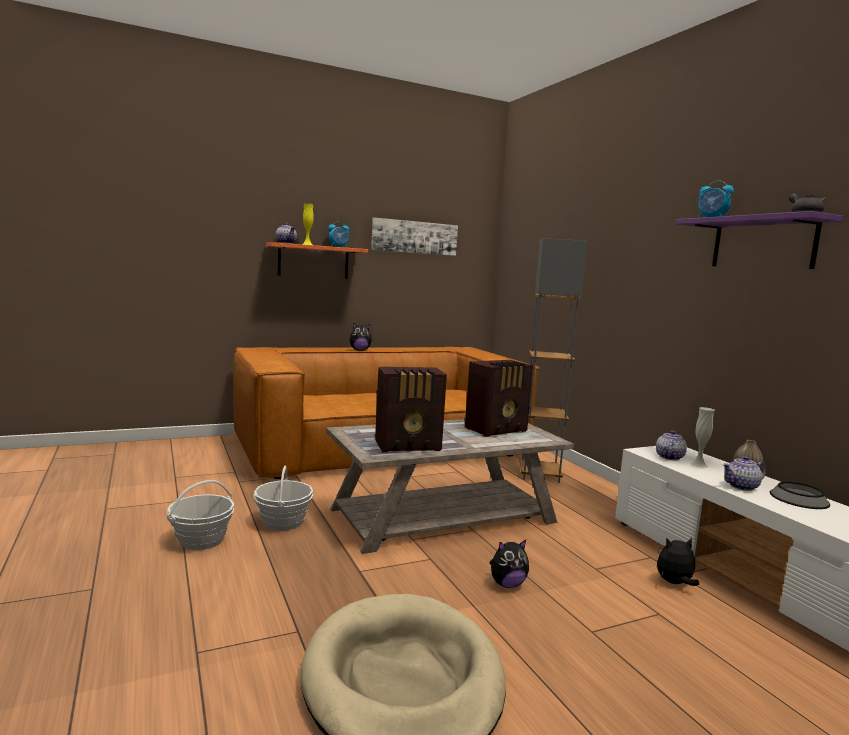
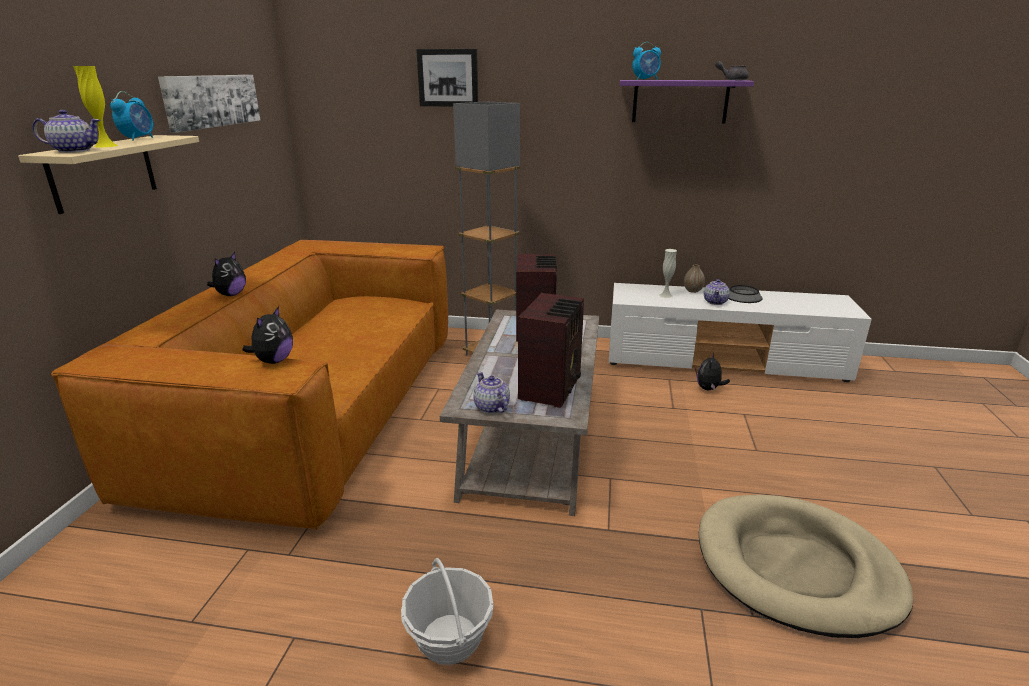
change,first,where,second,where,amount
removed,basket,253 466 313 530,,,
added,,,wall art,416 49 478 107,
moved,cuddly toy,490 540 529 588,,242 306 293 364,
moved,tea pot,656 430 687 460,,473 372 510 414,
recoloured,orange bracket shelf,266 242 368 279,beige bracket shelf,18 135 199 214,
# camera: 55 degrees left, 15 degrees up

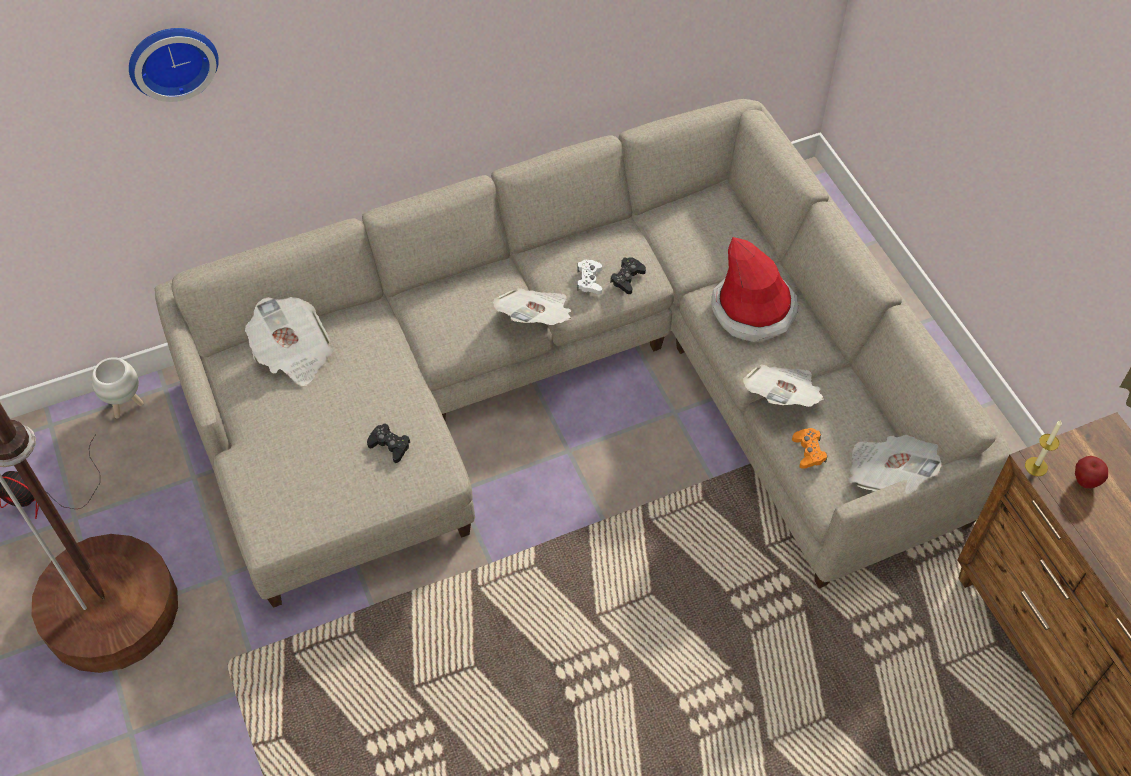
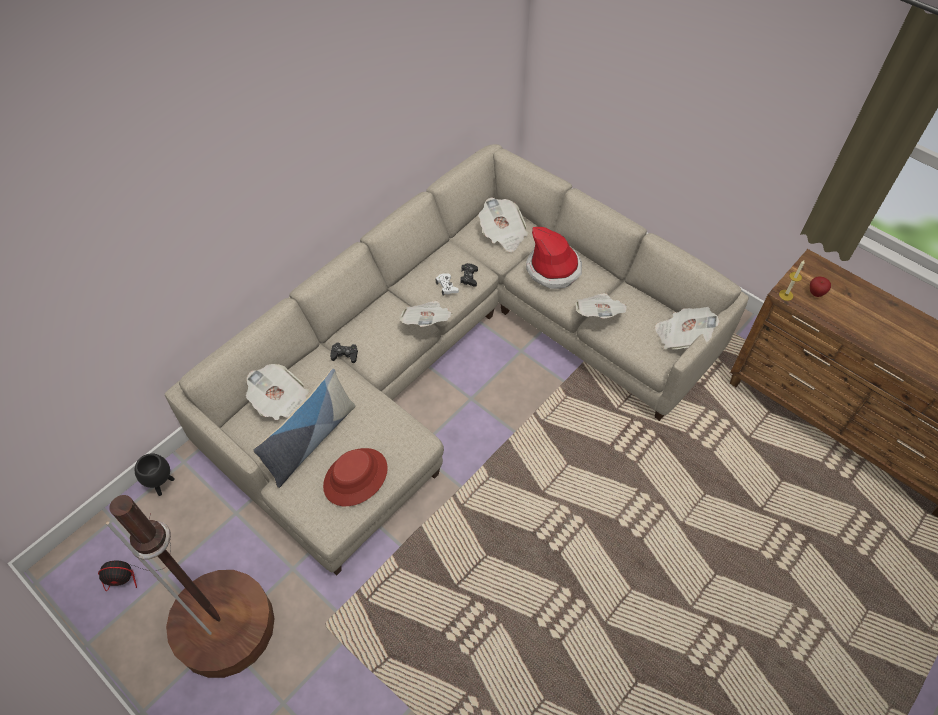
change,first,where,second,where,amount
removed,hanging clock,129 28 219 102,,,
removed,orange gamepad,792 428 828 469,,,
added,,,cushion,253 369 355 488,
added,,,red clothing hat,323 448 388 506,
added,,,printed paper,479 197 528 252,
moved,blackish gamepad,367 424 410 463,,330 342 358 363,
recoloured,whitish plant pot,92 357 144 419,blackish plant pot,135 453 175 496,
# camera: 25 degrees left, 0 degrees up

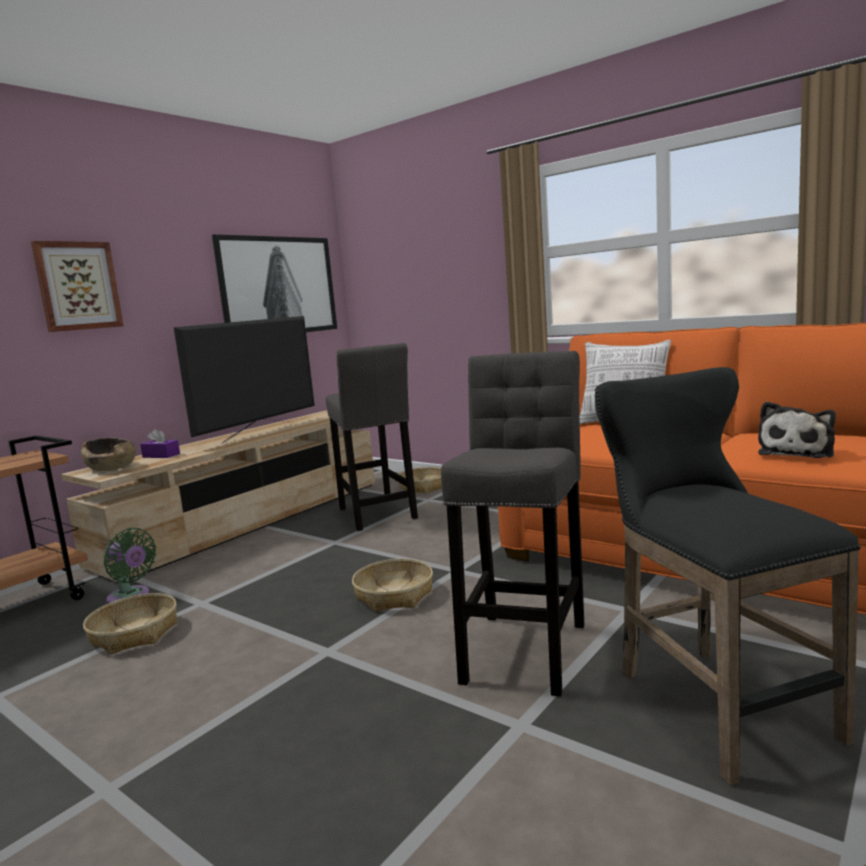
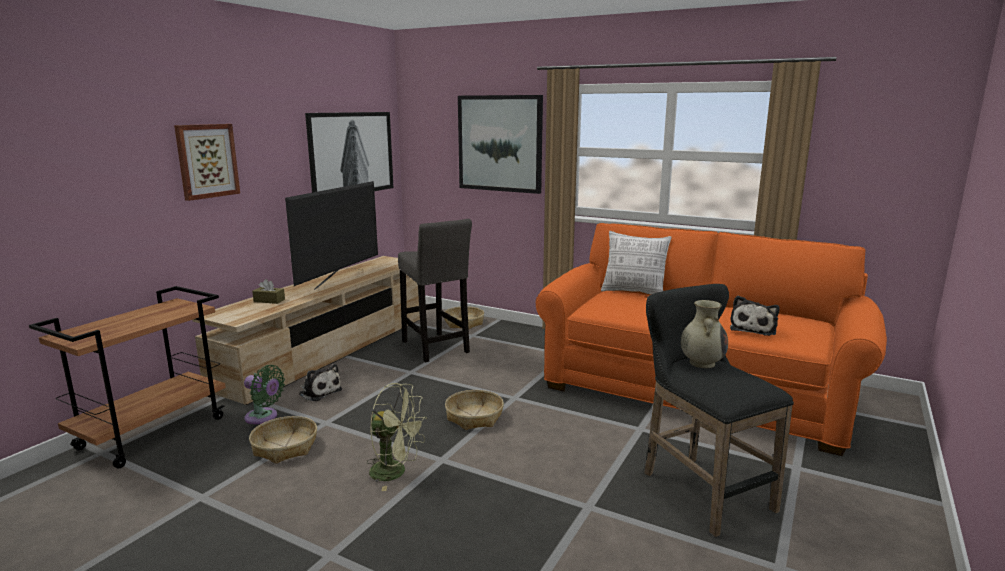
change,first,where,second,where,amount
removed,brown bowl,81 437 136 471,,,
removed,grey sitting stool,441 351 584 697,,,
added,,,cuddly toy,299 364 343 401,
added,,,green fan,367 383 427 491,
added,,,wall art,458 95 543 194,
added,,,beige flower vase,681 300 728 368,
recoloured,purplish tissue box,140 429 180 458,brown tissue box,252 279 285 304,
# camera: 10 degrees left, 5 degrees up

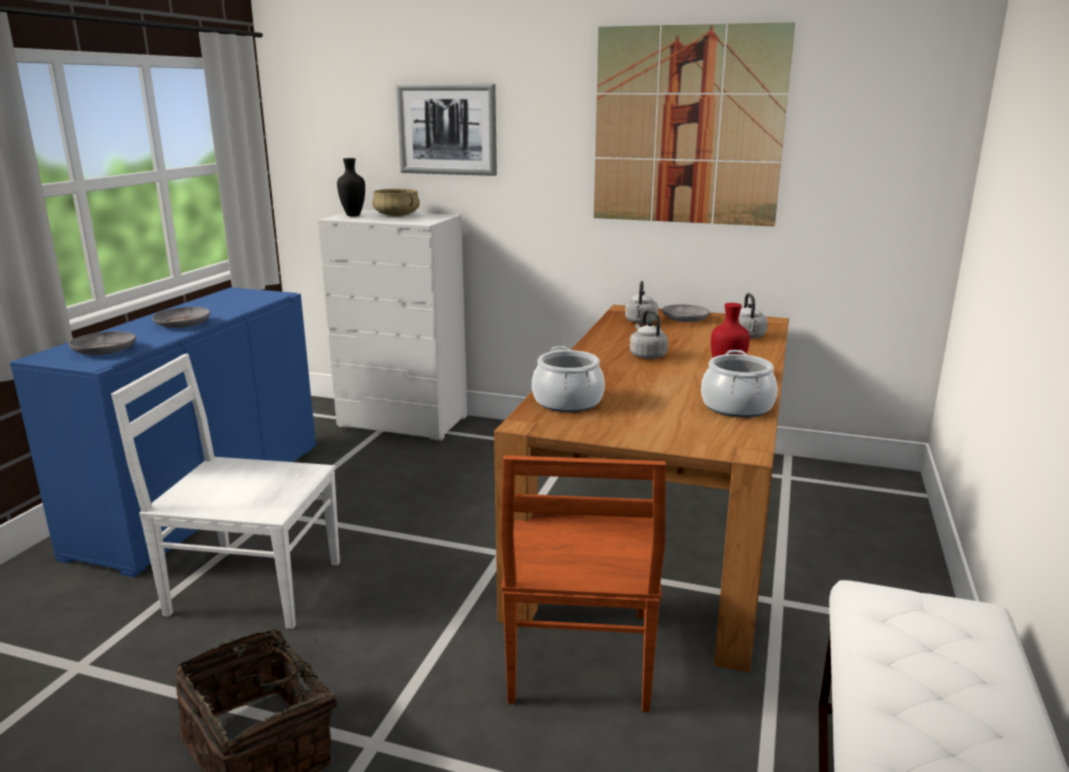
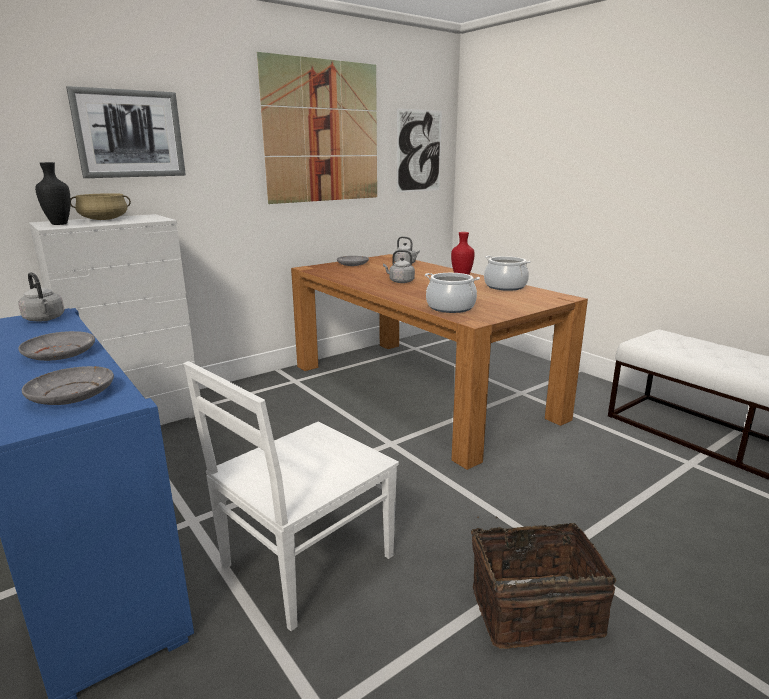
change,first,where,second,where,amount
removed,brown upright chair,500 455 666 712,,,
added,,,wall art,397 108 442 192,
moved,grey kettle,625 281 659 324,,18 272 65 322,
# camera: 55 degrees left, 0 degrees up

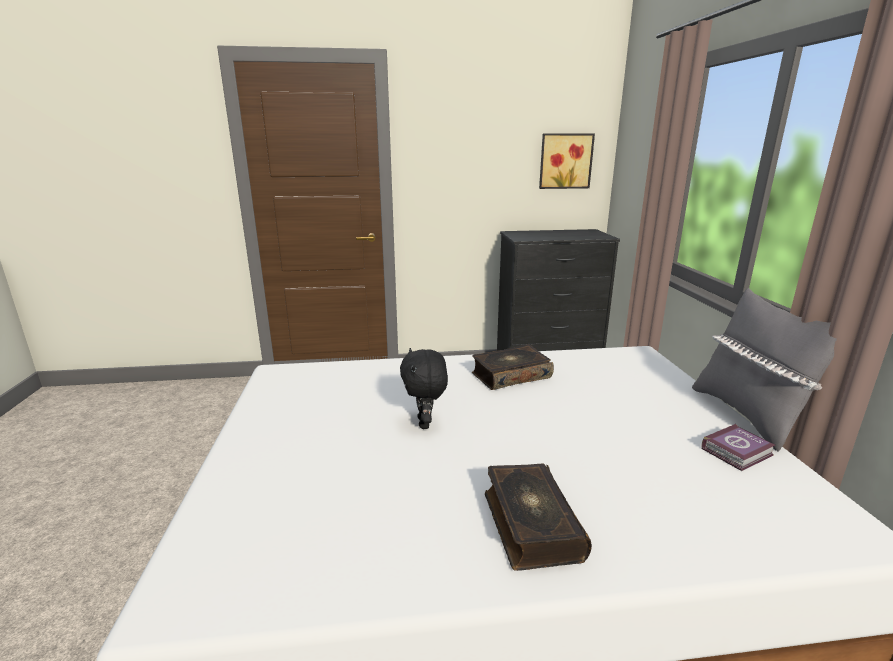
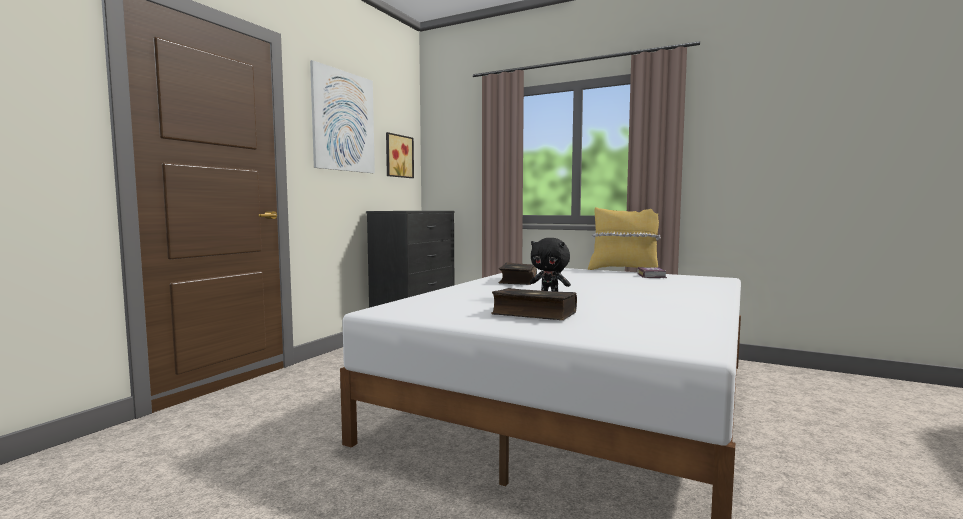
change,first,where,second,where,amount
added,,,wall art,310 60 375 173,
moved,book,485 463 592 571,,491 288 577 320,
recoloured,grey cushion,692 288 837 452,yellow-coloured cushion,588 207 660 270,
# camera: 55 degrees left, 15 degrees down

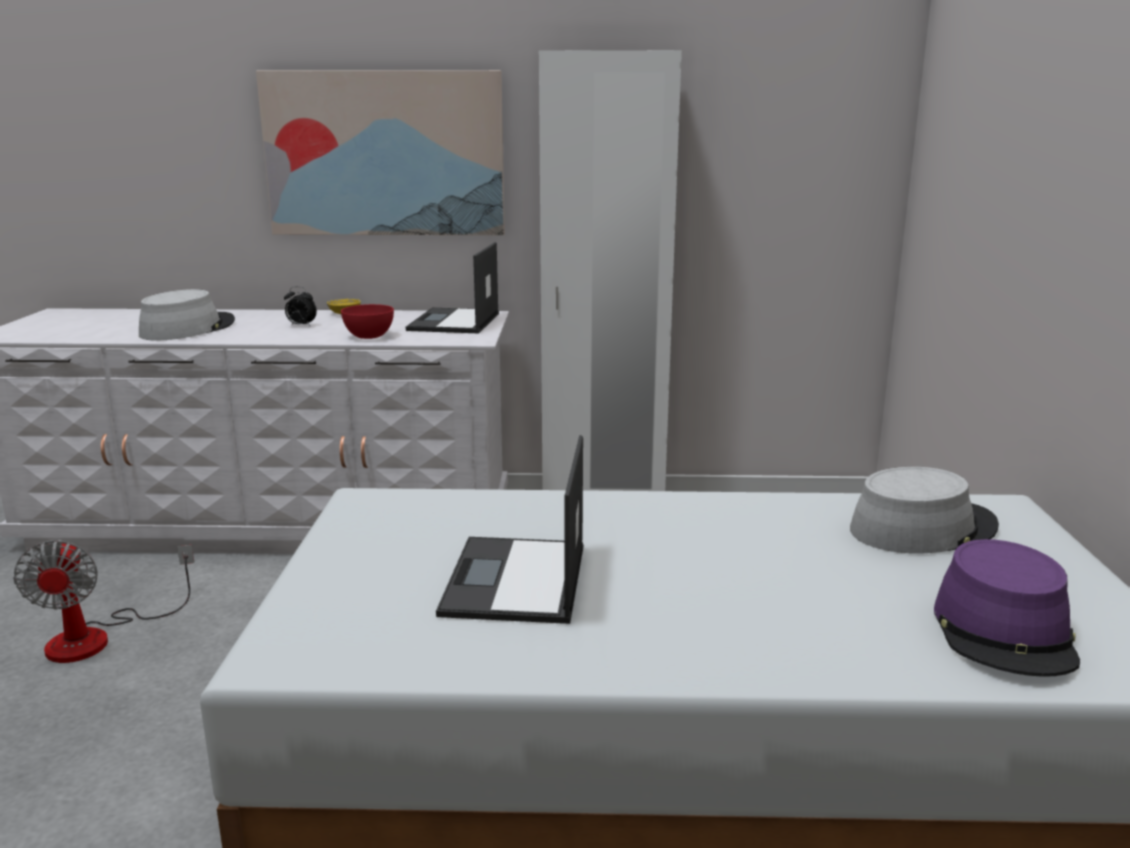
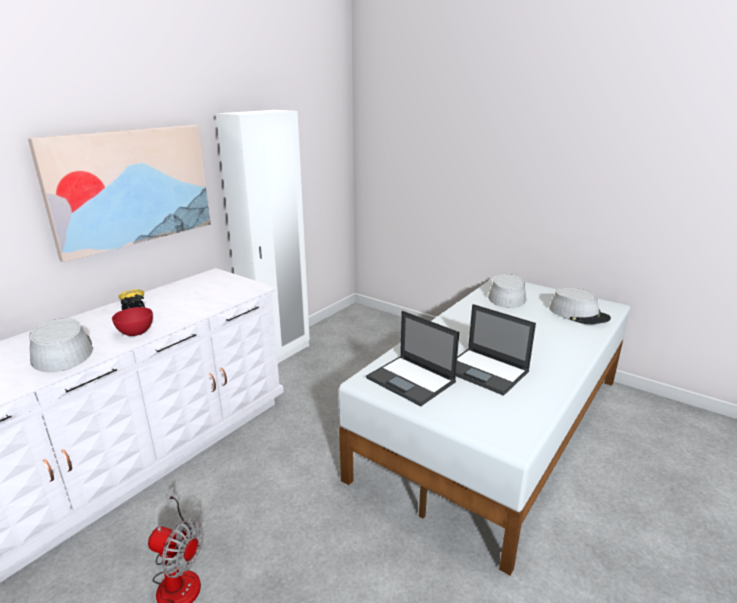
change,first,where,second,where,amount
moved,red bowl,341 304 394 339,,112 307 153 336,
moved,notebook computer,406 242 499 333,,366 311 459 406,
recoloured,purplish clothing hat,934 539 1080 677,grey clothing hat,549 288 611 324,
# camera: 55 degrees left, 5 degrees up

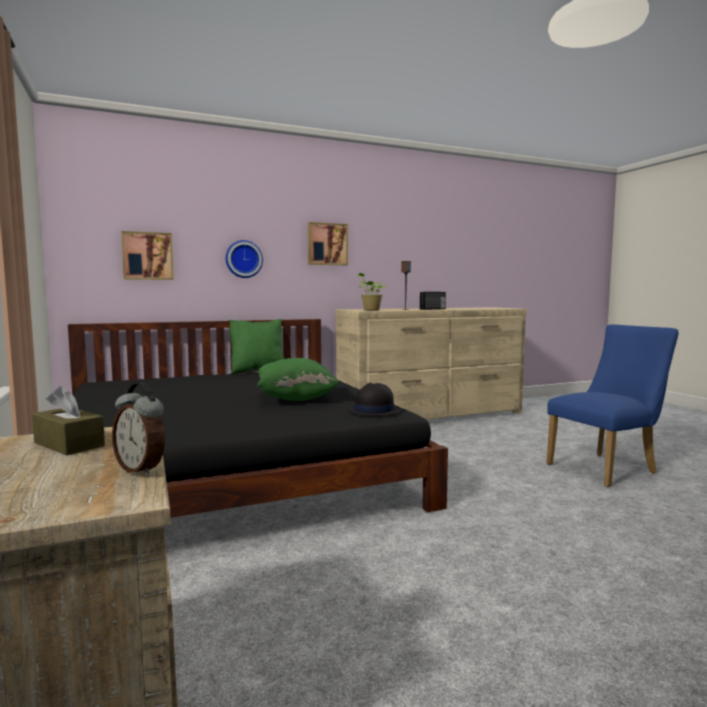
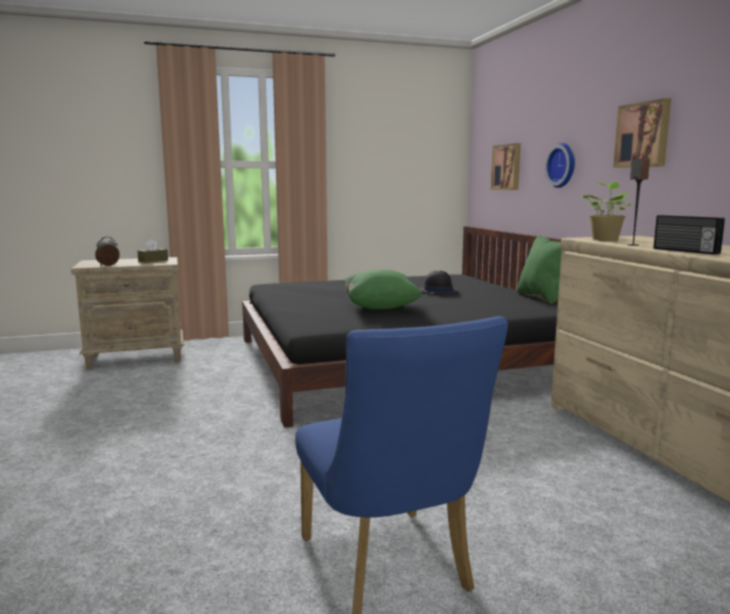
change,first,where,second,where,amount
moved,blackish clothing hat,346 383 402 416,,419 271 459 295,
# camera: 95 degrees right, 5 degrees up

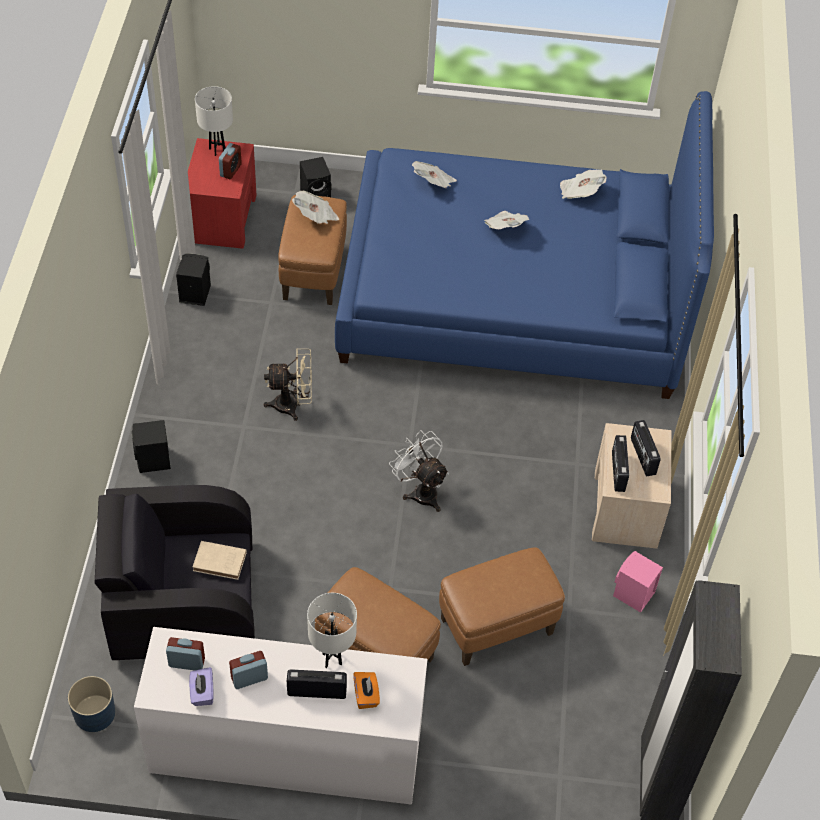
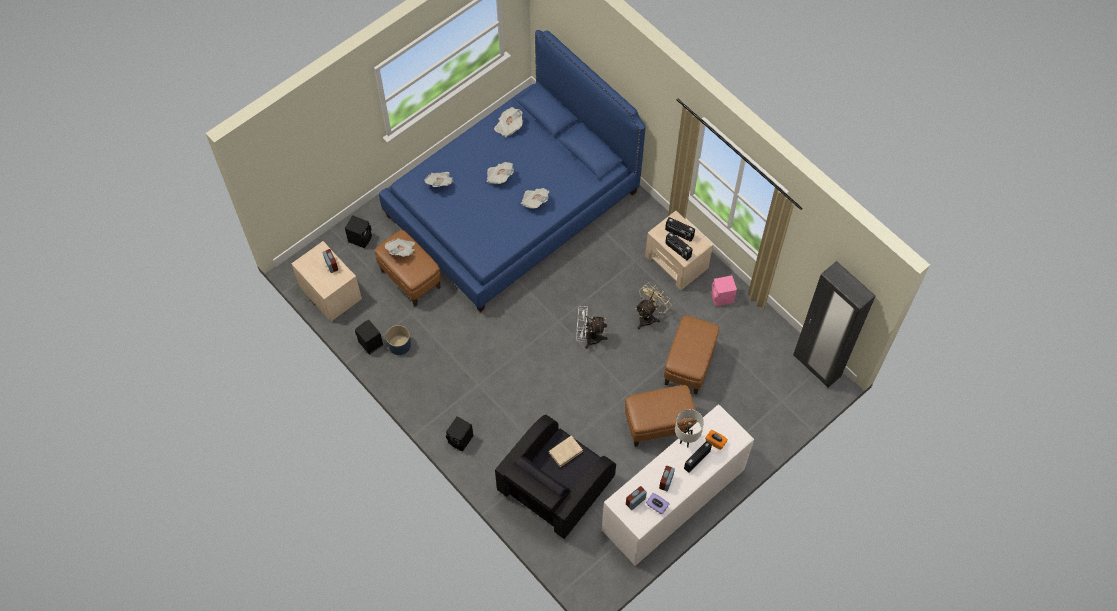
change,first,where,second,where,amount
removed,whitish table lamp,195 86 233 156,,,
added,,,printed paper,521 188 549 209,
moved,blue-coloured plant pot,68 676 115 732,,386 325 411 355,
moved,beige fan,264 348 312 421,,636 283 672 329,
recoloured,red bedside table,188 138 256 249,beige bedside table,291 241 362 321,
# camera: 45 degrees left, 10 degrees up

